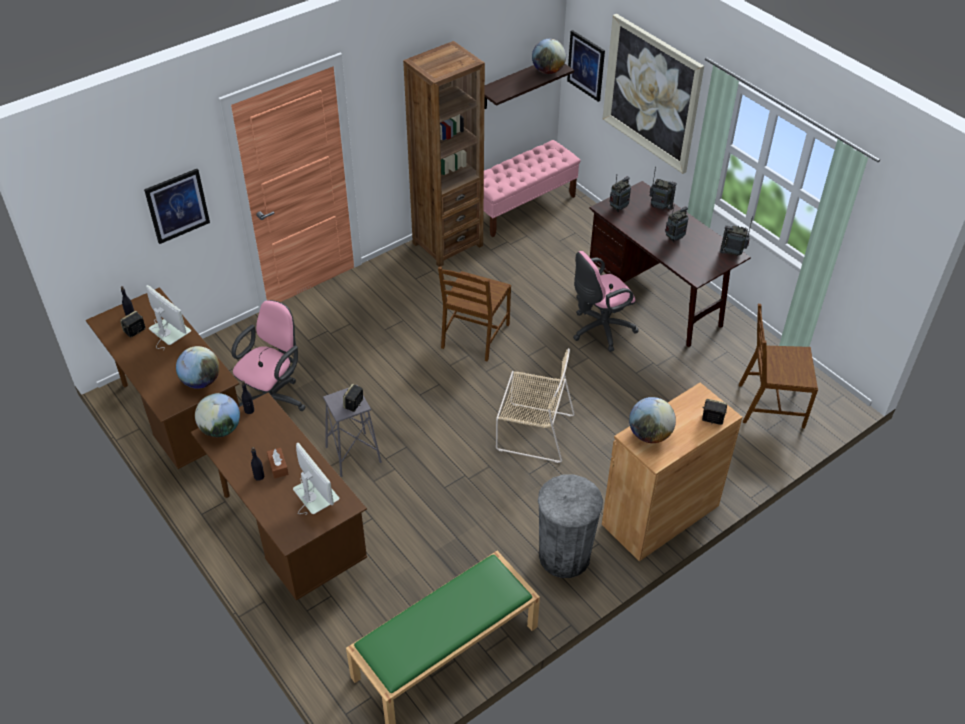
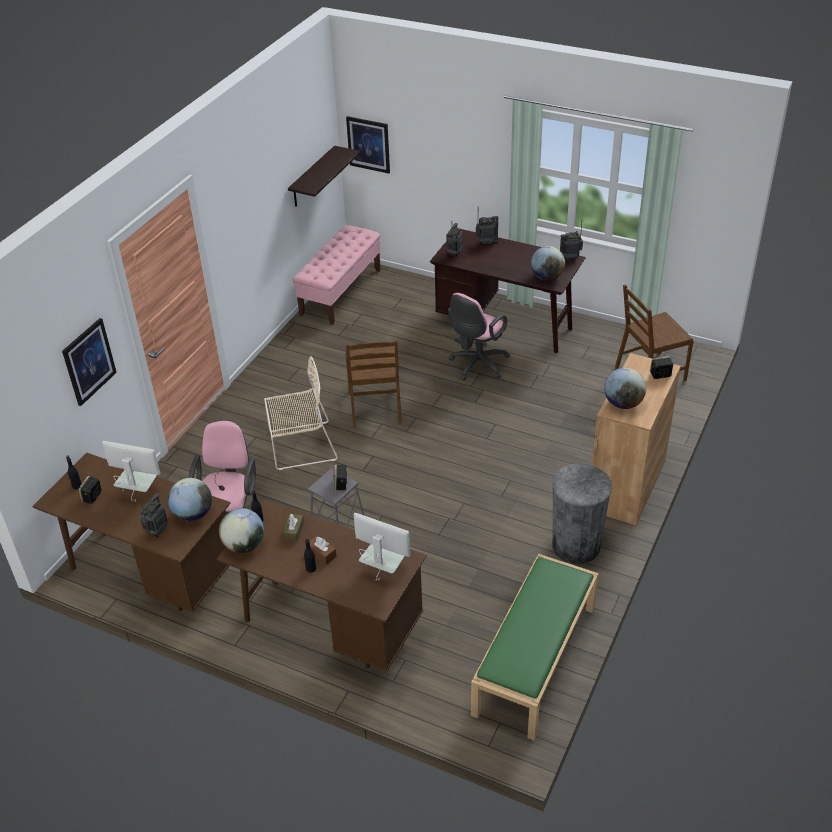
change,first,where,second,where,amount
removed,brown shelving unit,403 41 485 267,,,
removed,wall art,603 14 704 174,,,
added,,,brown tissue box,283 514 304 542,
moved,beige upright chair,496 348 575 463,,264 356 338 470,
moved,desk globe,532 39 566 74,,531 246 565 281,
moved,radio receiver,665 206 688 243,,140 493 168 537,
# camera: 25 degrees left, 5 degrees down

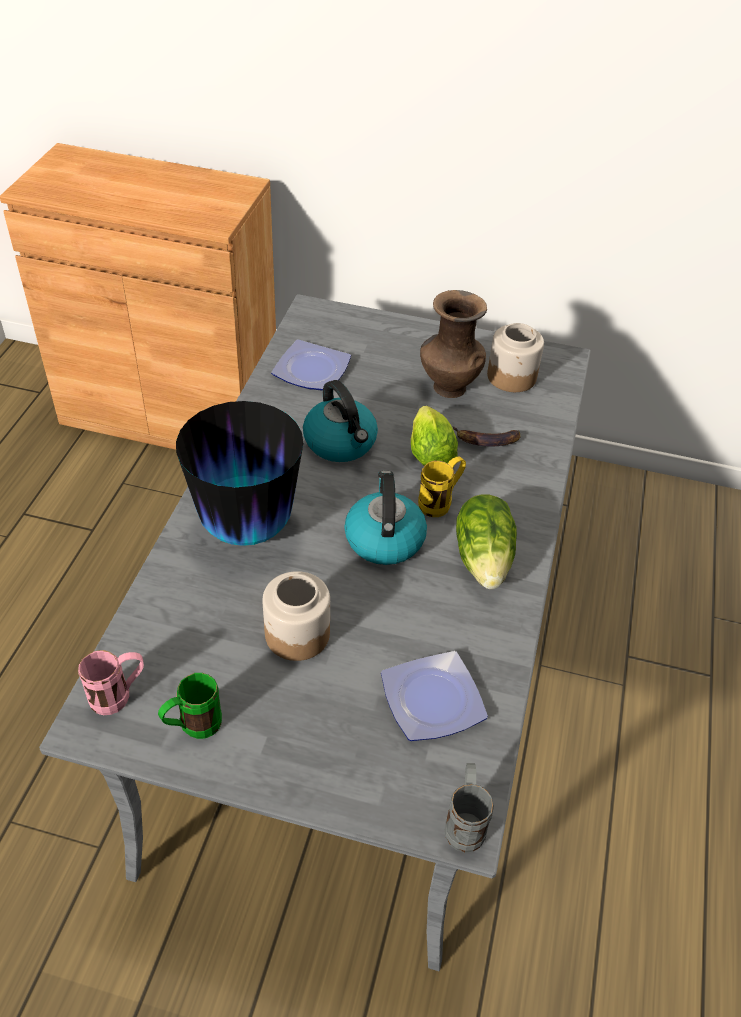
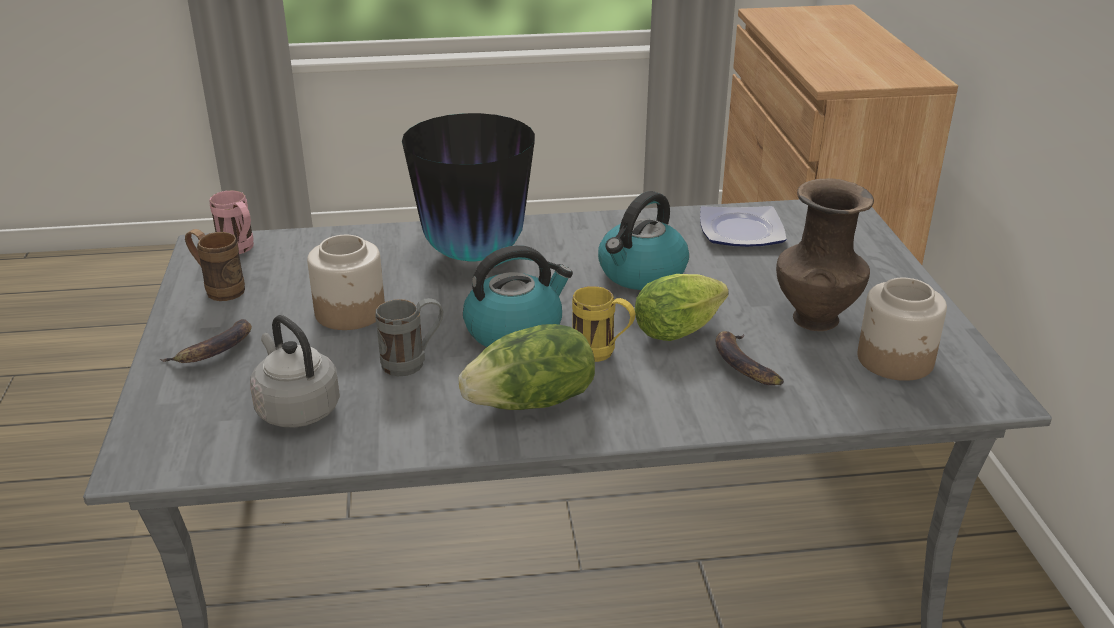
change,first,where,second,where,amount
added,,,banana,160 319 252 363,
moved,grey coffee mug,444 763 494 853,,375 298 443 376,
replaced,flat dish,381 651 488 741,grey kettle,250 315 340 428,
recoloured,green coffee mug,158 673 222 739,brown coffee mug,185 229 245 301,
# camera: 70 degrees right, 15 degrees down

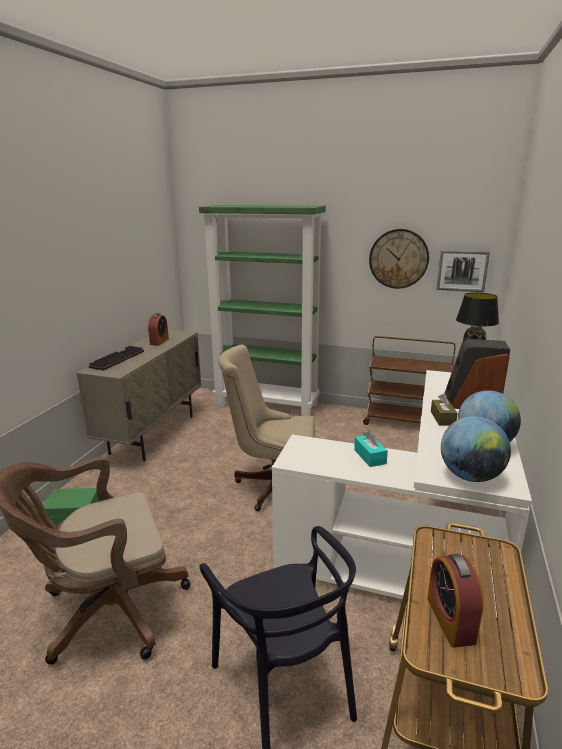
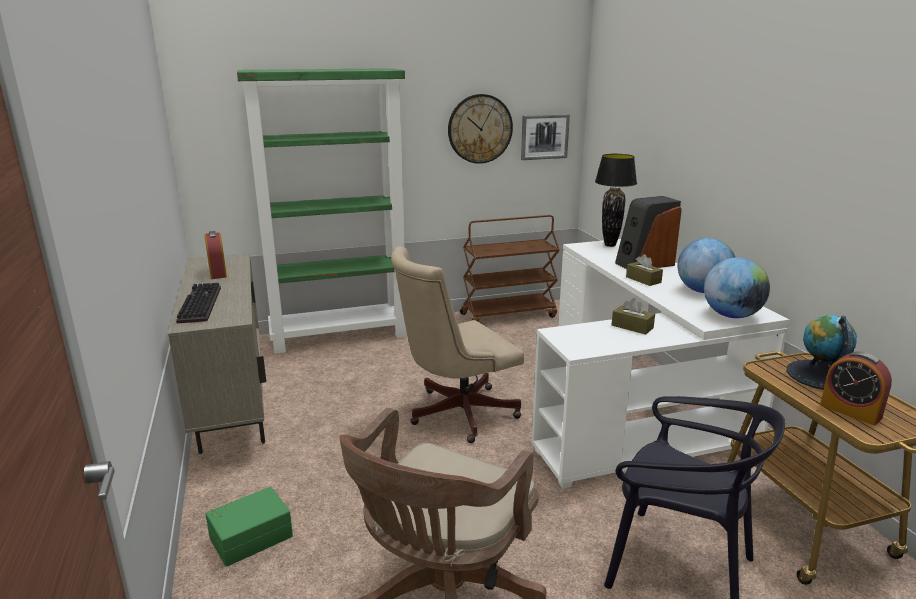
change,first,where,second,where,amount
added,,,desk globe,786 315 857 390,
recoloured,blue-green tissue box,354 430 388 467,brown tissue box,612 298 655 335,
# camera: 35 degrees left, 0 degrees up

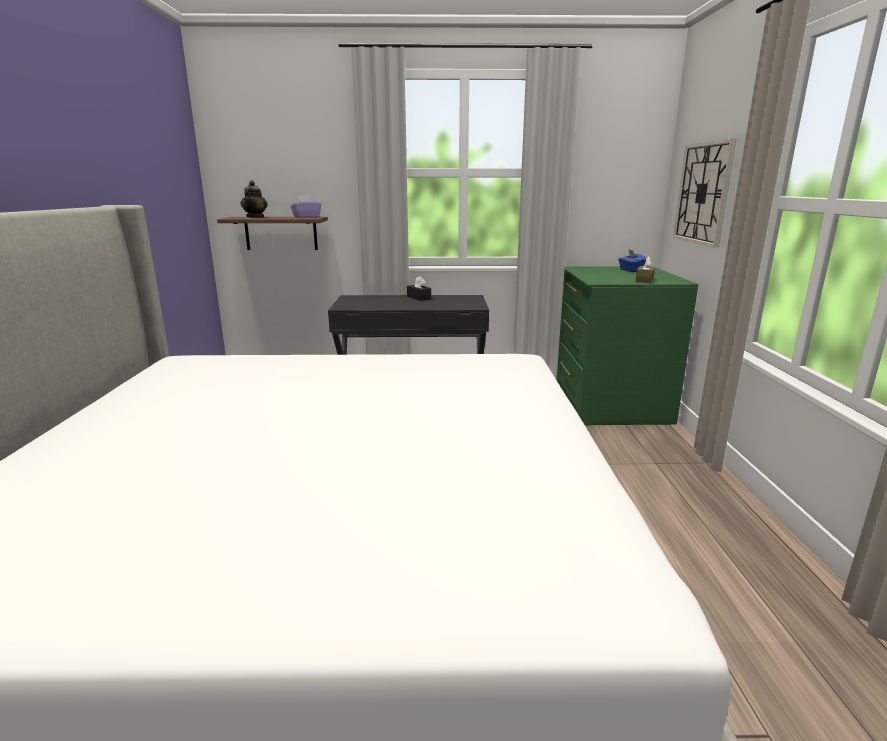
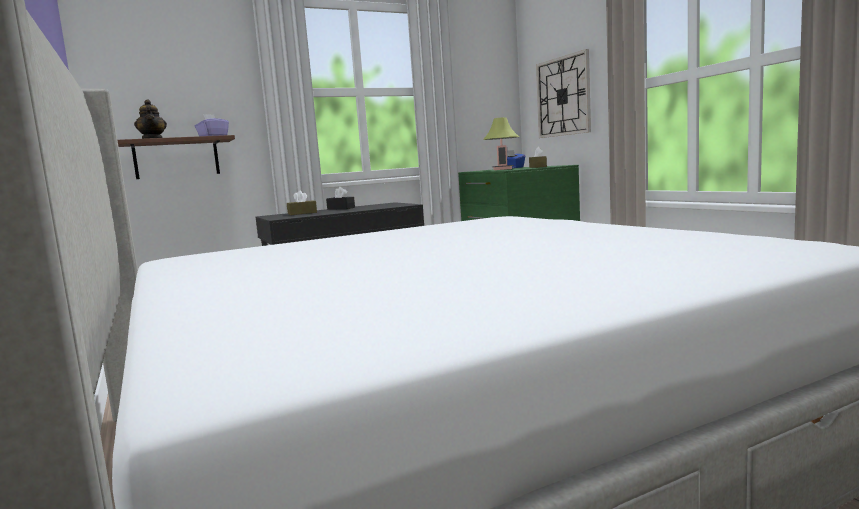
change,first,where,second,where,amount
added,,,brown tissue box,287 190 317 215,
added,,,table lamp,483 117 519 170,
# camera: 25 degrees left, 10 degrees down

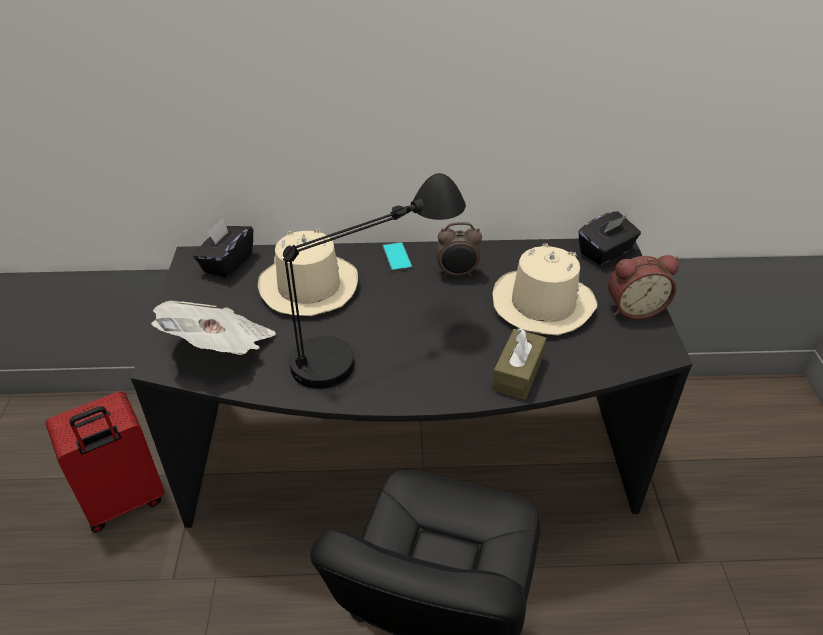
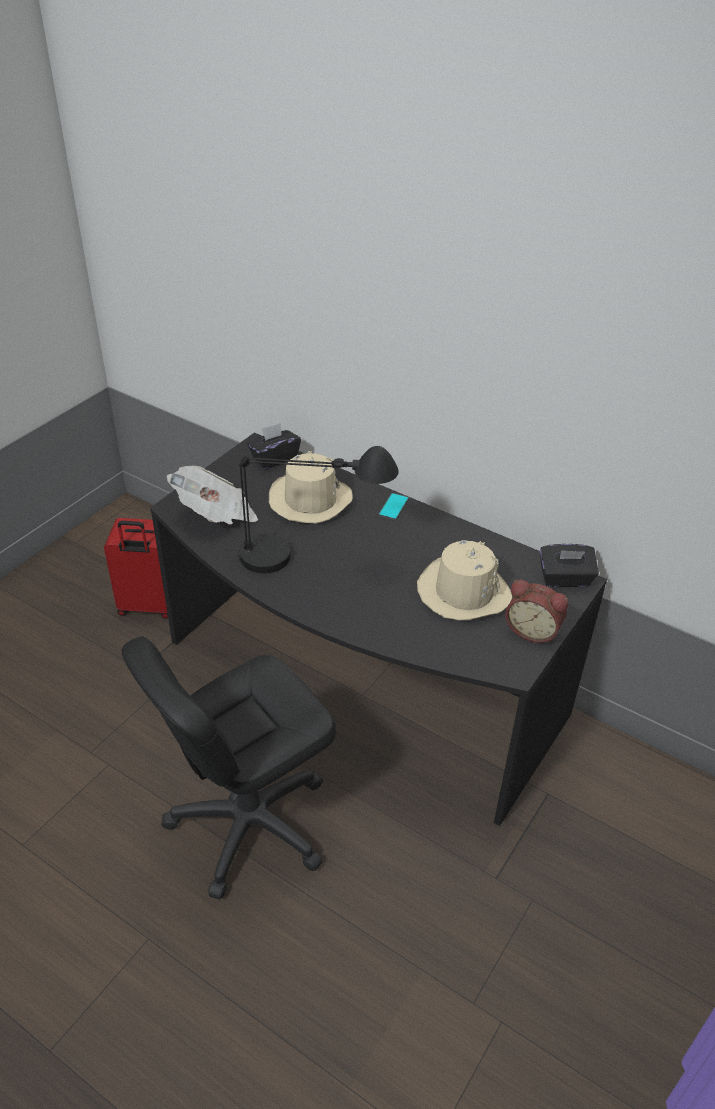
change,first,where,second,where,amount
removed,alarm clock,436 222 482 277,,,
removed,brown tissue box,492 328 547 400,,,
# camera: 35 degrees right, 0 degrees up

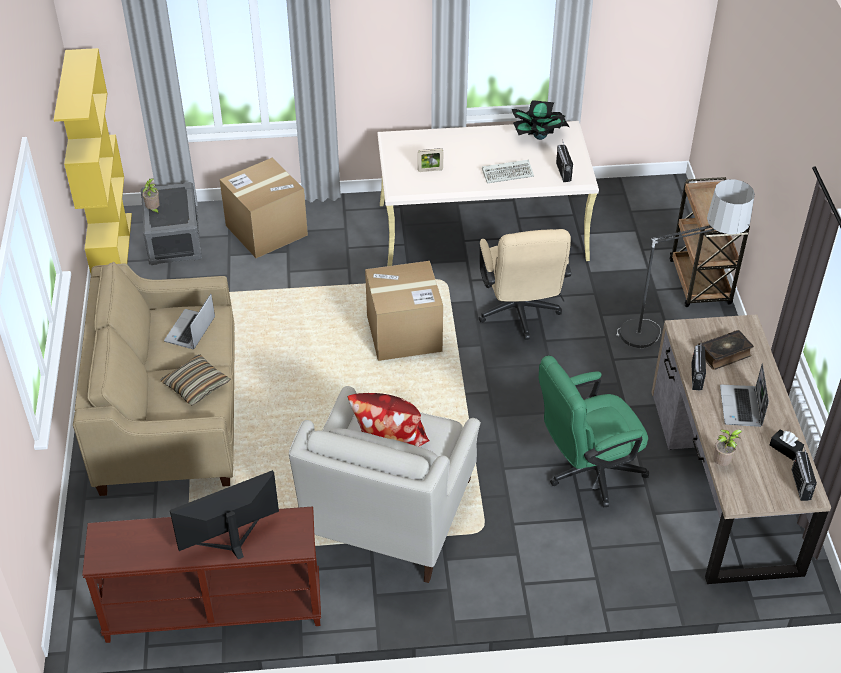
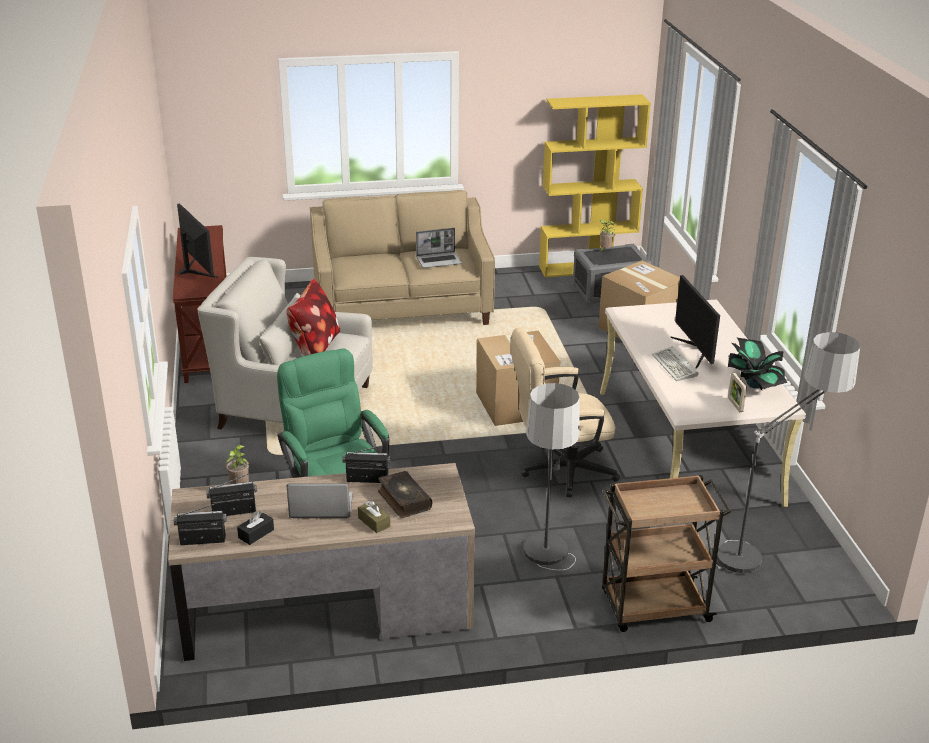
change,first,where,second,where,amount
removed,cushion,160 355 231 405,,,
added,,,brown tissue box,358 500 390 533,
added,,,monitor,670 275 720 369,
added,,,standing lamp,716 332 860 574,
moved,photo frame,418 148 443 172,,728 373 747 412,
moved,radio receiver,556 139 573 182,,206 474 257 516,
turned,notebook computer,164 294 215 349,,416 228 462 268,150 degrees clockwise
# camera: 85 degrees right, 15 degrees down

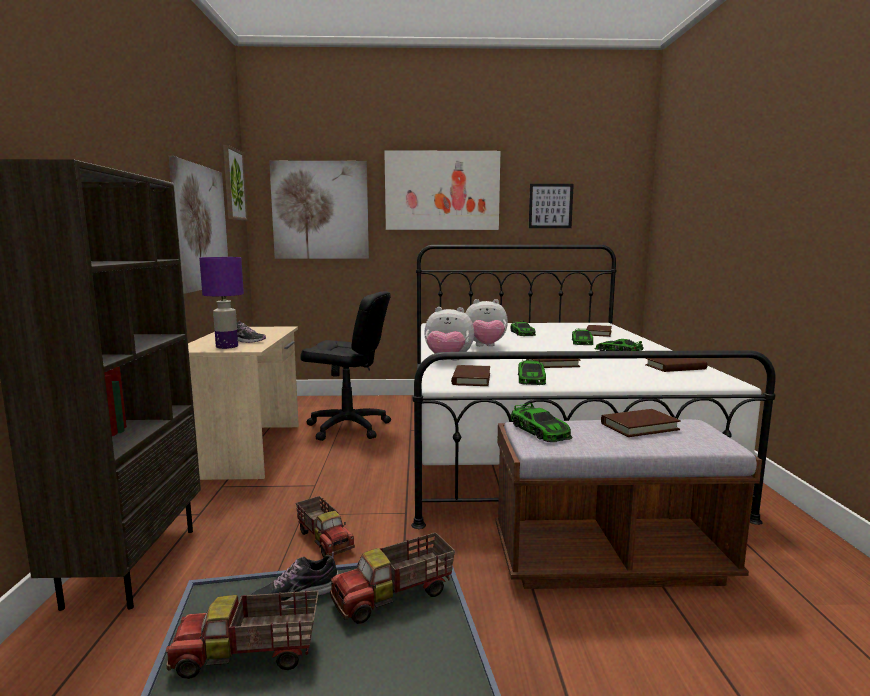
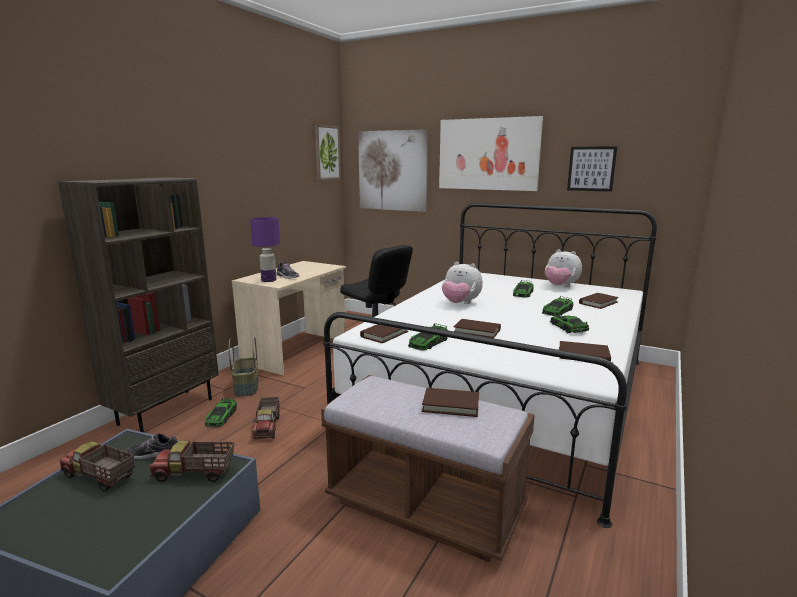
change,first,where,second,where,amount
removed,wall art,169 156 228 294,,,
added,,,basket,229 337 258 397,
moved,cuddly toy,424 307 474 361,,545 249 582 287,
moved,model car,511 403 572 442,,205 398 237 427,
# camera: 30 degrees right, 5 degrees up

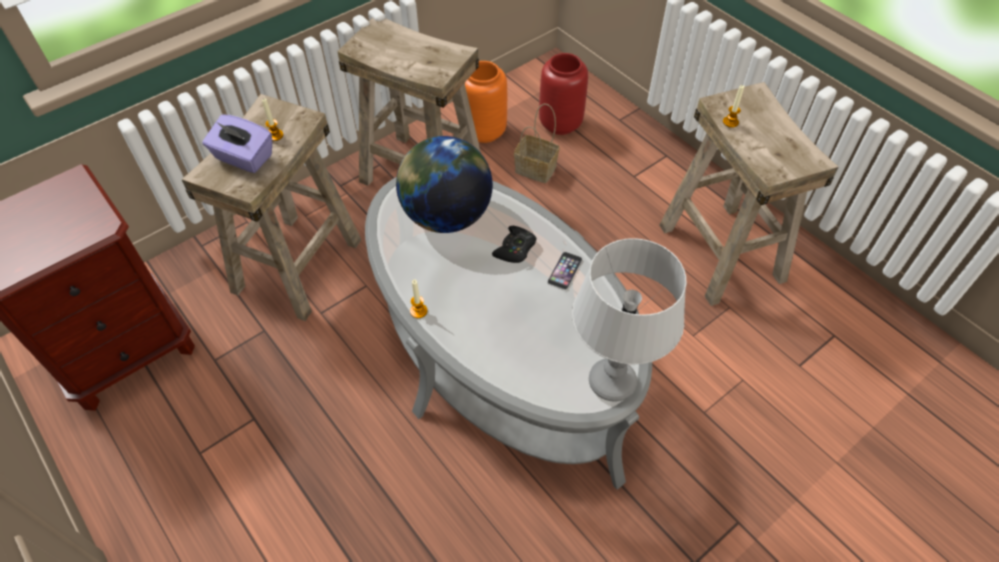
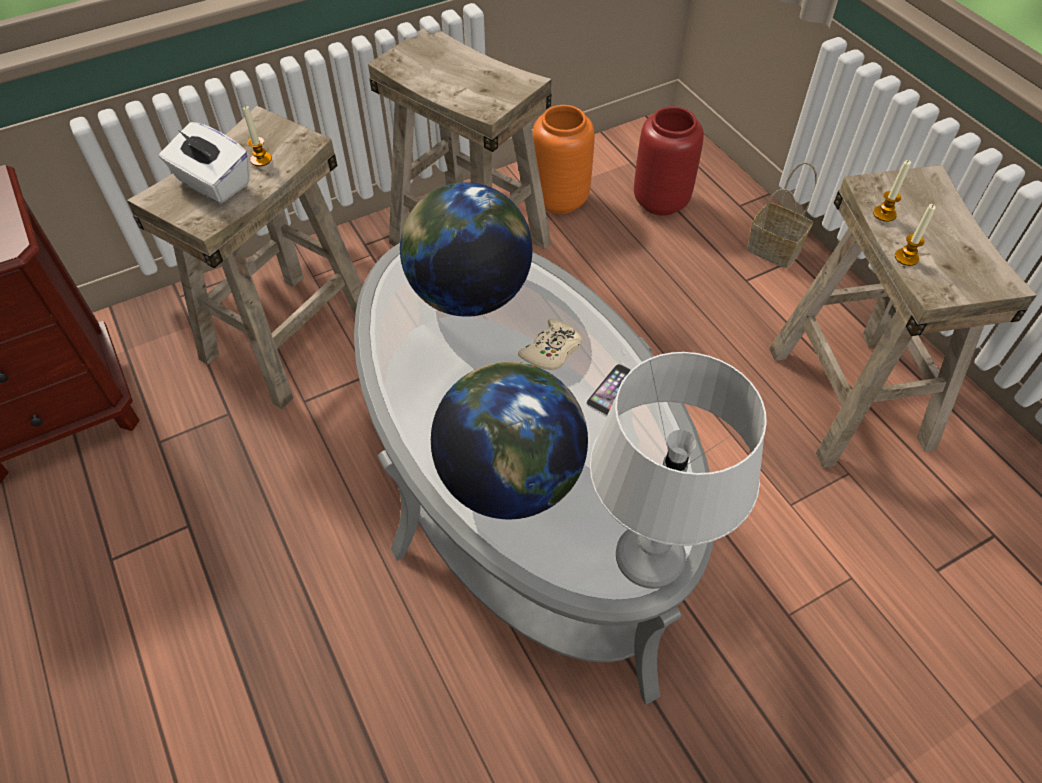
change,first,where,second,where,amount
added,,,desk globe,431 362 588 519,
moved,wax light,410 280 427 318,,895 204 936 266,
moved,basket,514 104 560 183,,747 162 817 268,
recoloured,purplish tissue box,202 115 272 173,whitish tissue box,159 122 250 203,
recoloured,blackish gamepad,492 226 536 263,beige gamepad,518 319 583 370,
# camera: 10 degrees right, 0 degrees up

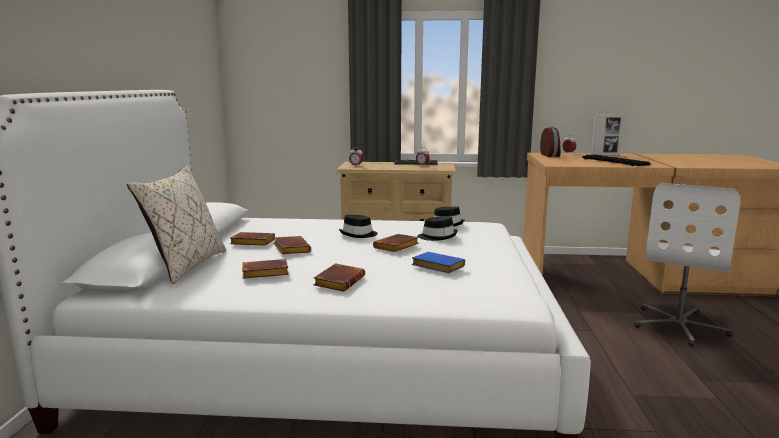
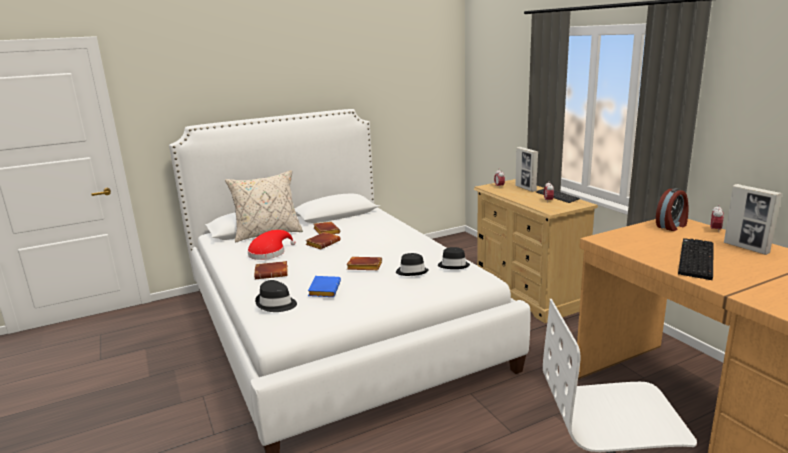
change,first,where,second,where,amount
added,,,photo frame,515 147 538 192,
moved,blackish clothing hat,339 215 378 238,,255 280 297 312,
replaced,brown book,242 259 289 279,red clothing hat,247 230 296 260,
# camera: 60 degrees right, 5 degrees up

